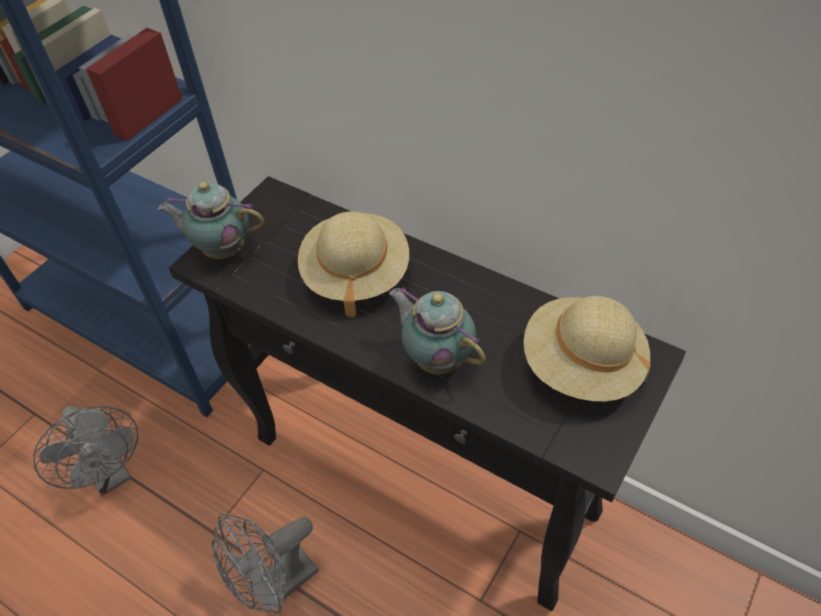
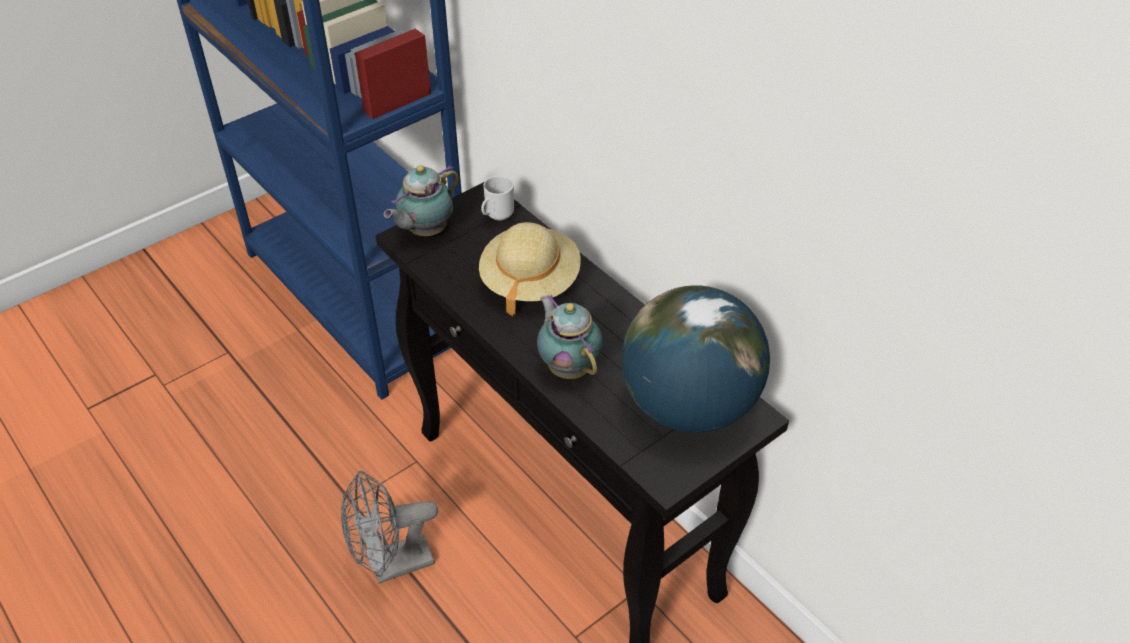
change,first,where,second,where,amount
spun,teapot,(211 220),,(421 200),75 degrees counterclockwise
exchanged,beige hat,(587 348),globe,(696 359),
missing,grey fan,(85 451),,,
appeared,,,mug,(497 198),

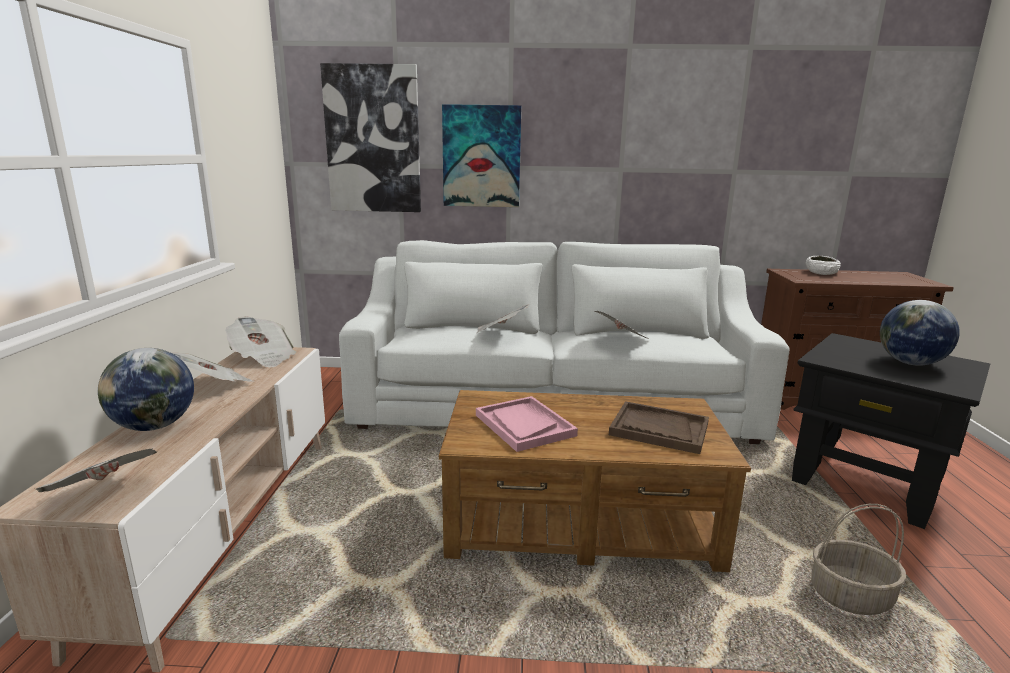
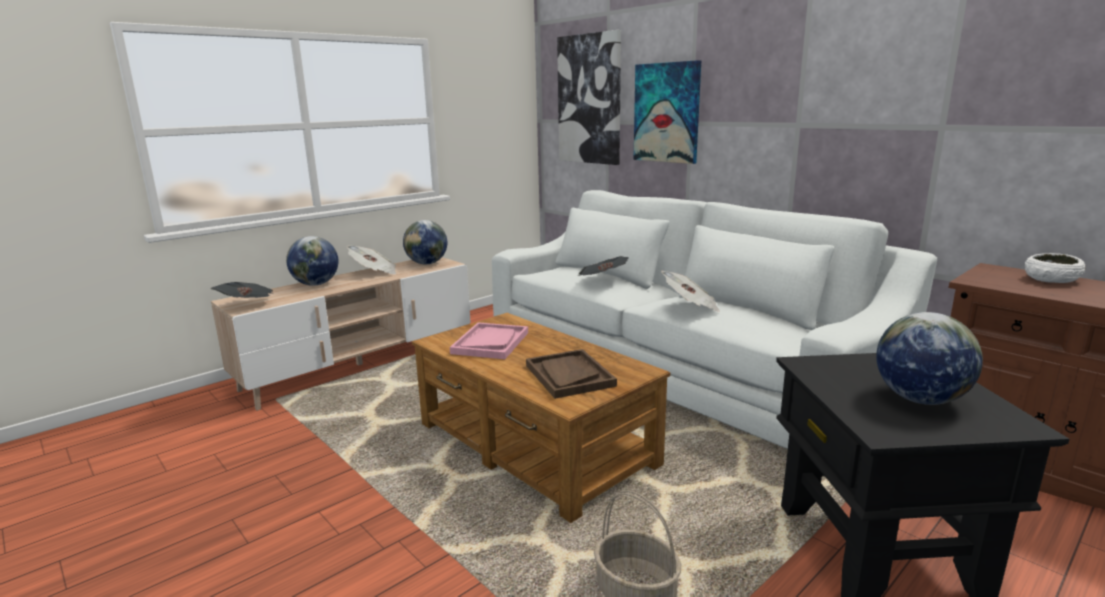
change,first,where,second,where,amount
exchanged,newspaper,(261 342),globe,(425 242),

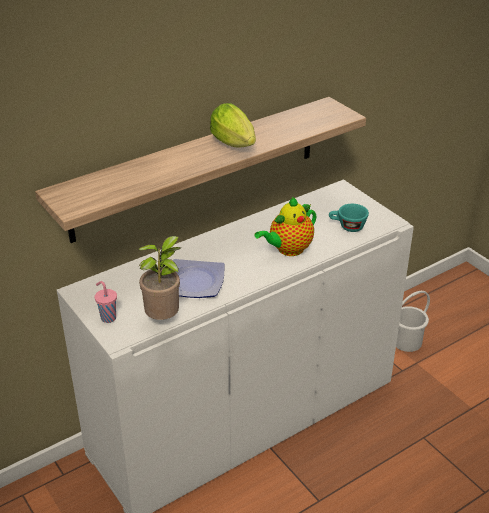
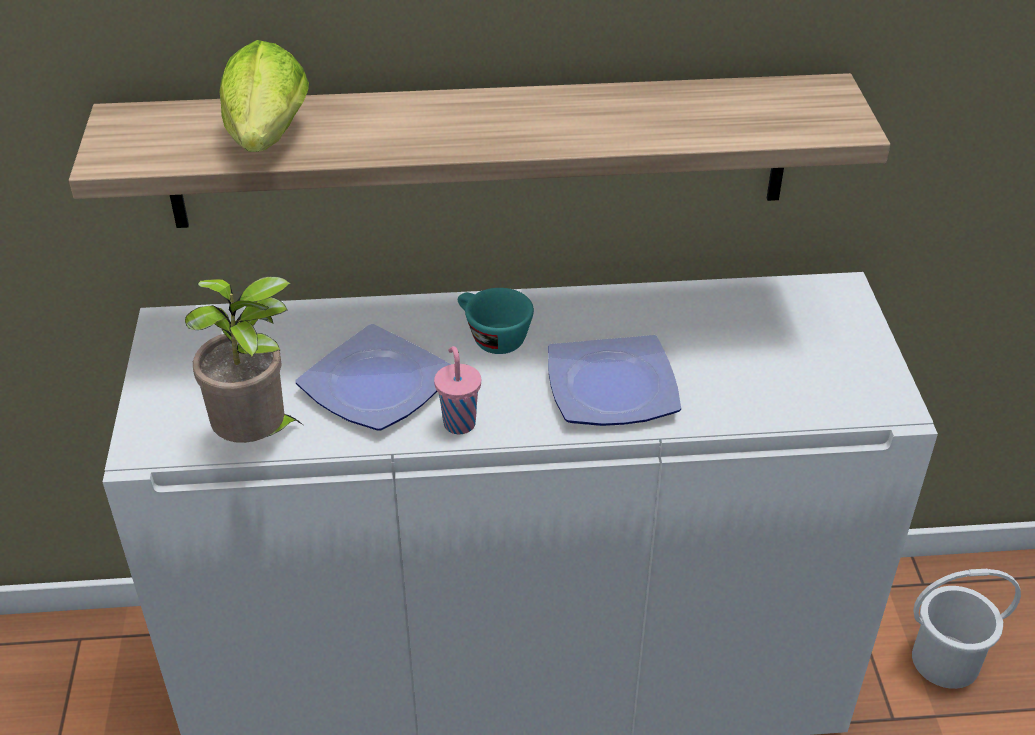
change,first,where,second,where,amount
relocated,lettuce,(233 125),,(264 96),
exchanged,teapot,(285 226),plate,(614 380),
relocated,turquoise cup,(349 218),,(496 321),
relocated,pink cup,(106 302),,(457 390),

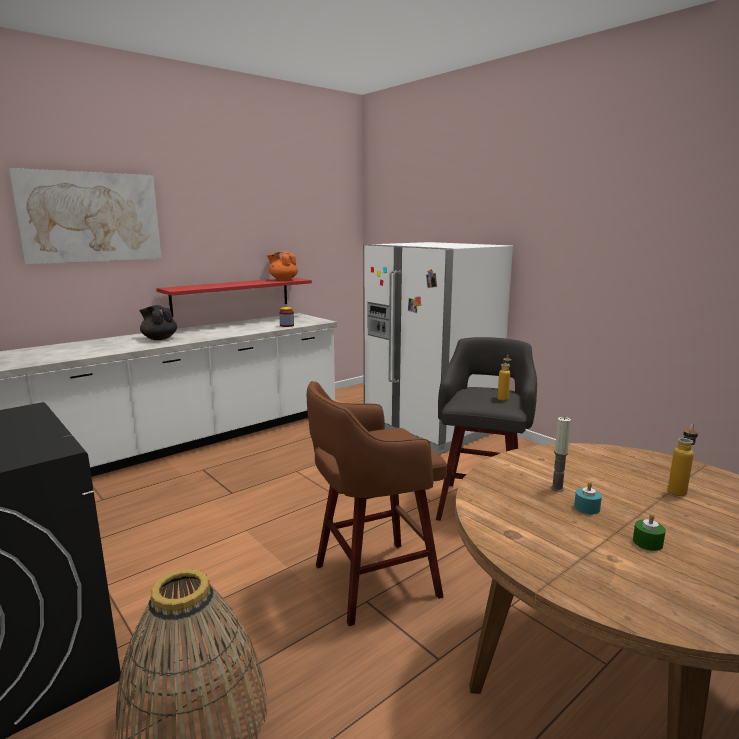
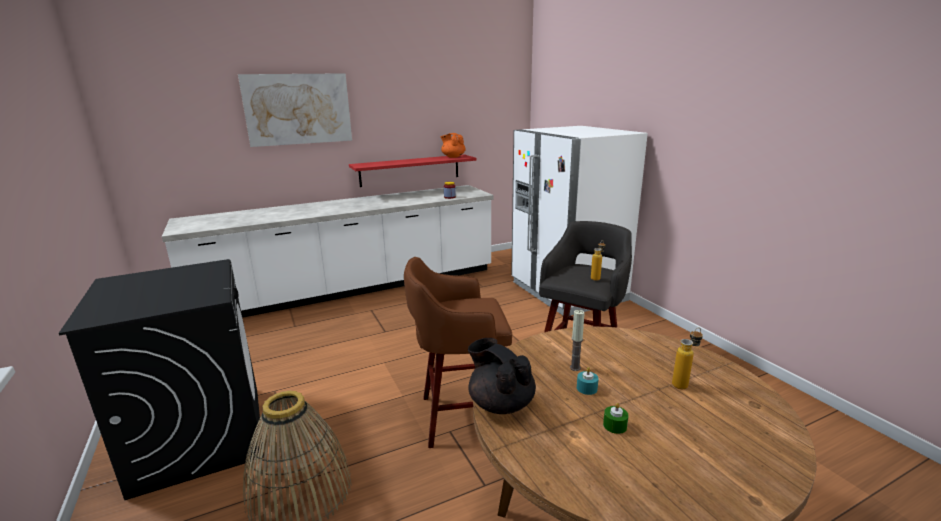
change,first,where,second,where,amount
relocated,black teapot,(158 322),,(502 376),

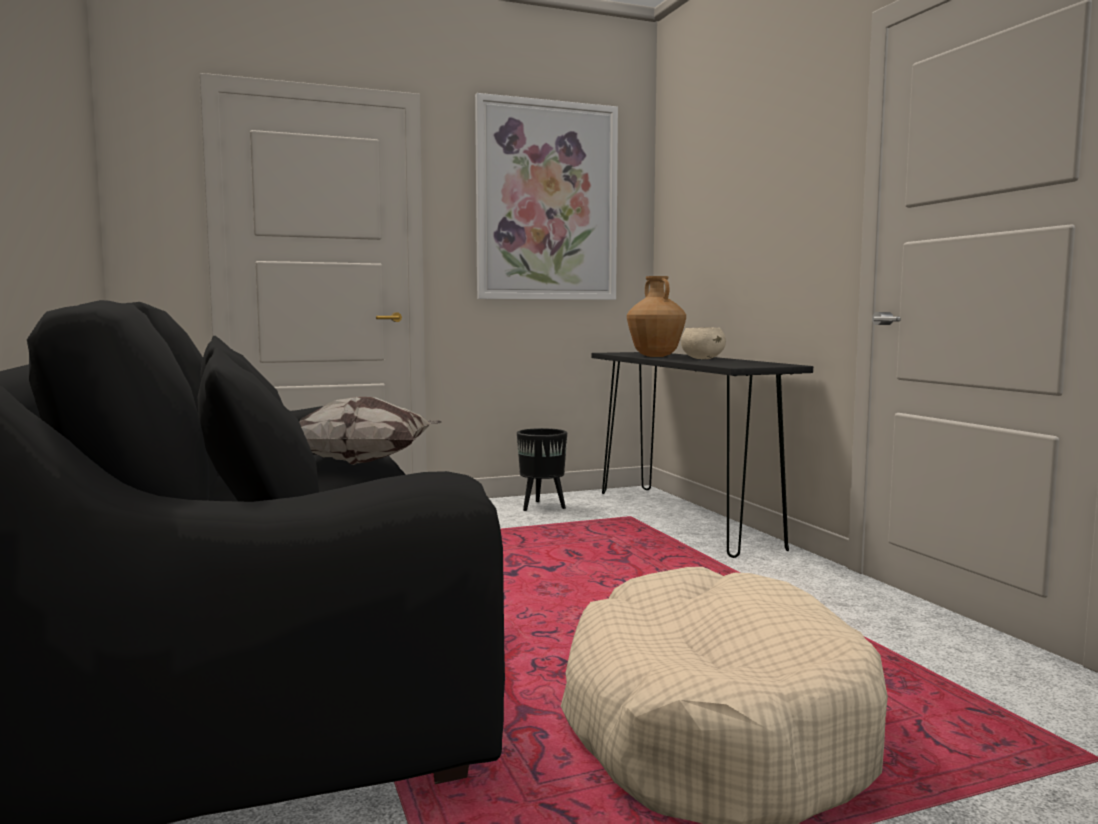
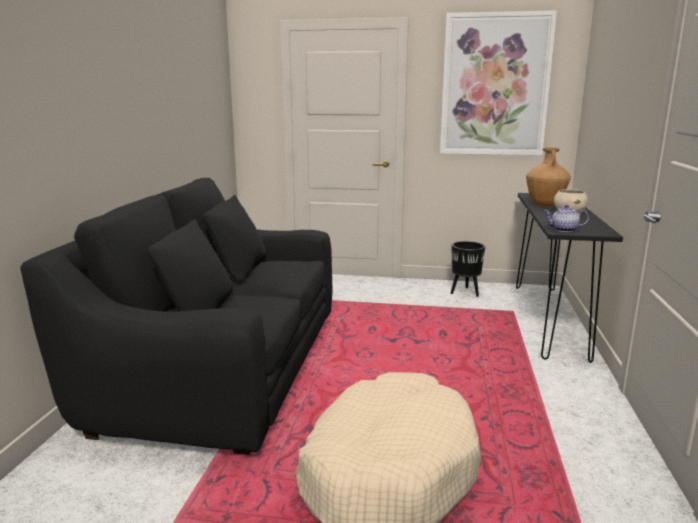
change,first,where,second,where,amount
missing,pillow,(370 431),,,
appeared,,,teapot,(566 218),

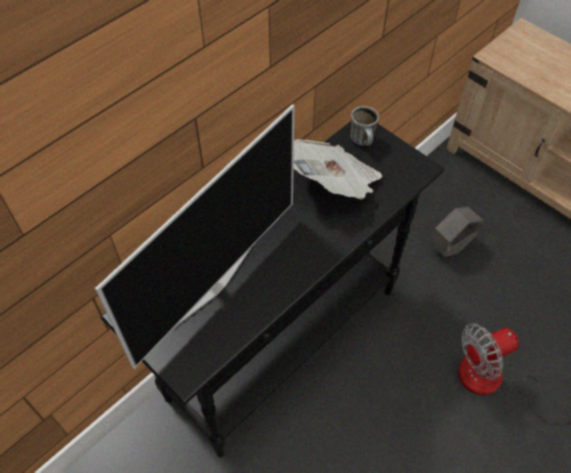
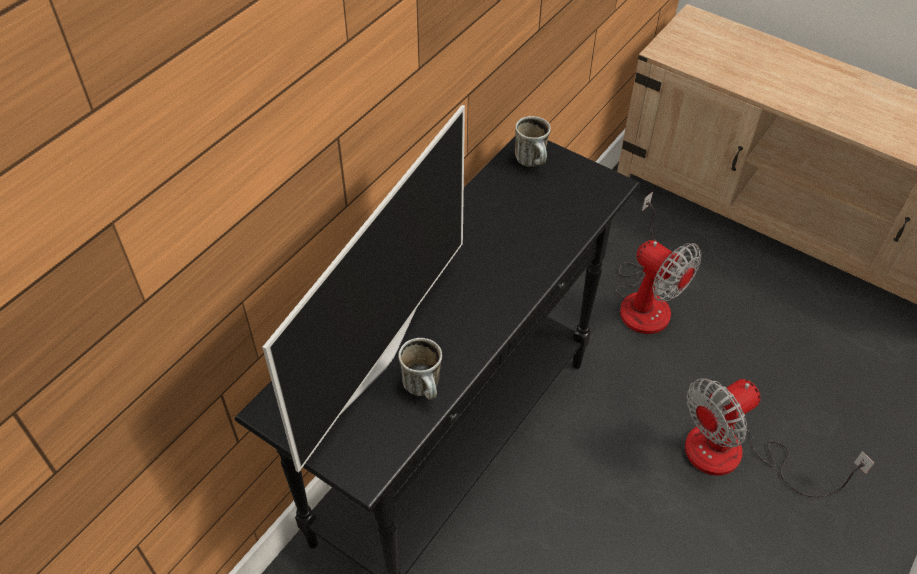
change,first,where,second,where,amount
missing,newspaper,(338 169),,,
exchanged,grey planter,(456 232),fan,(658 263),
appeared,,,mug,(420 369),

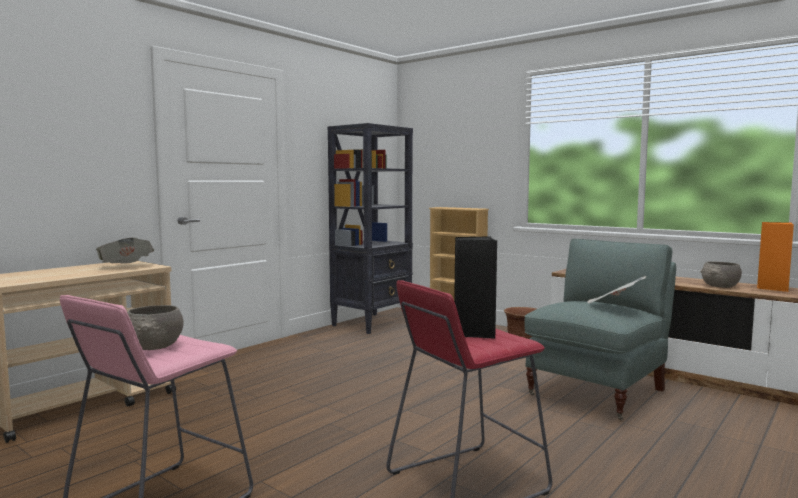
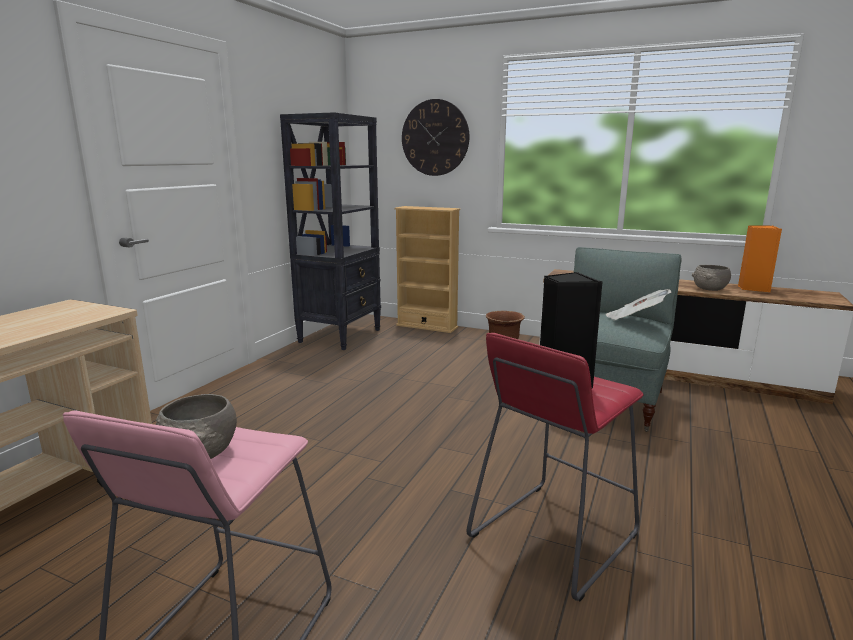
change,first,where,second,where,amount
missing,newspaper,(125 251),,,
appeared,,,wall clock,(435 137),

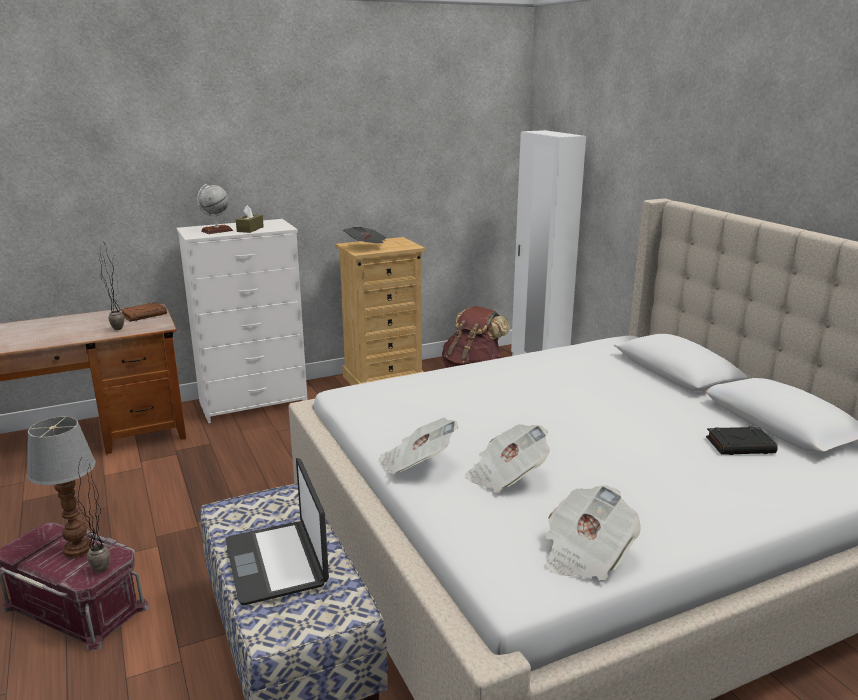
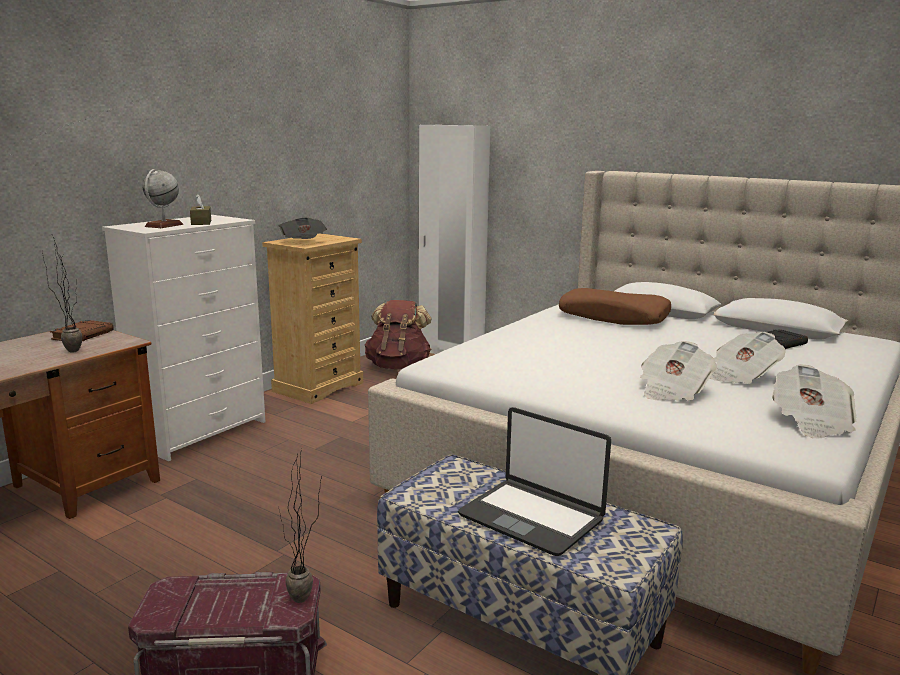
change,first,where,second,where,amount
missing,table lamp,(61 488),,,
relocated,newspaper,(418 446),,(748 358),
appeared,,,brown pillow,(615 306),

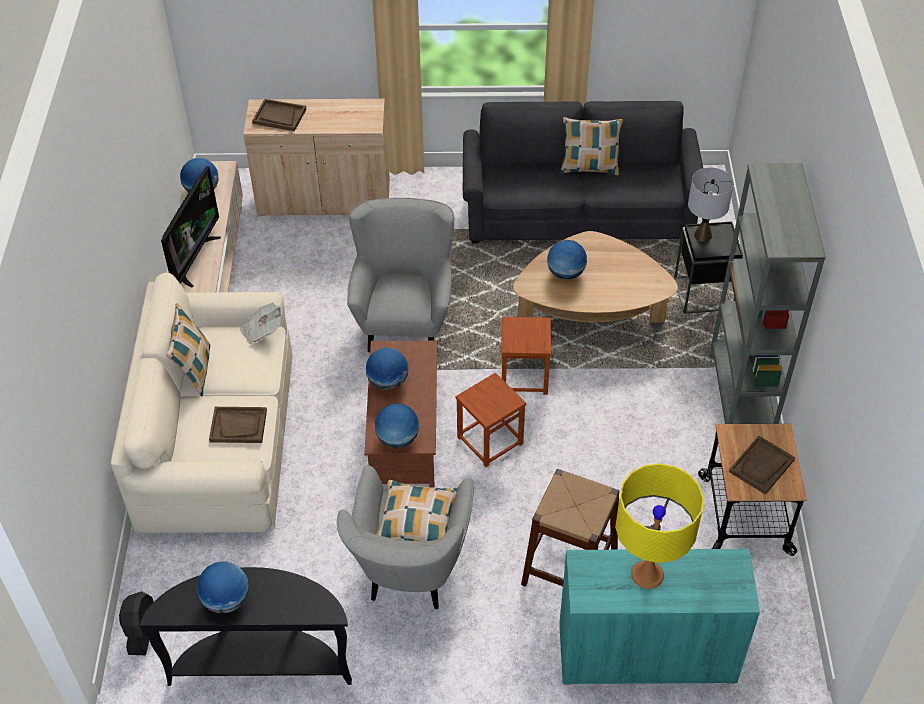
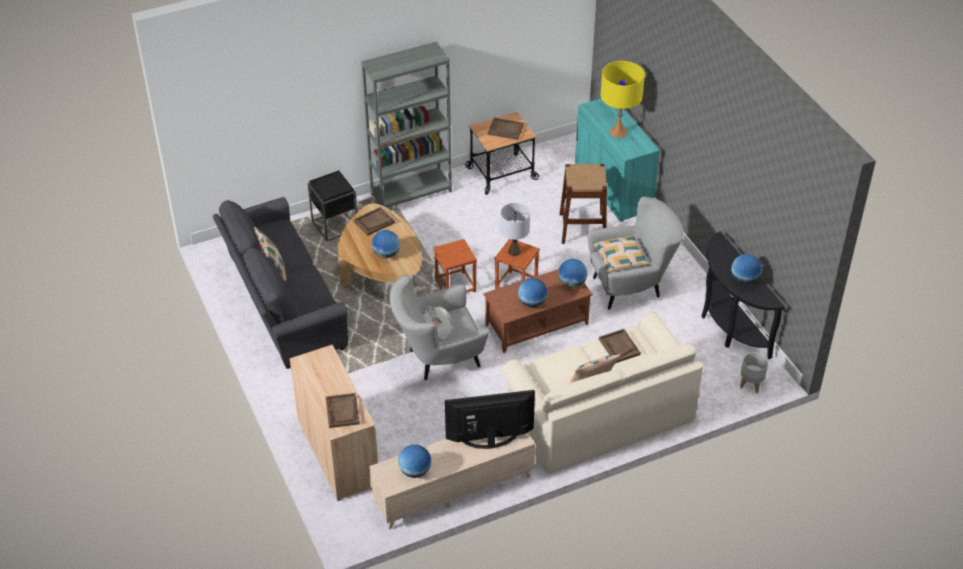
change,first,where,second,where,amount
relocated,grey table lamp,(711 204),,(515 229),
relocated,newspaper,(261 323),,(438 323),
exchanged,black fan,(136 623),grey planter,(754 372),
appeared,,,brown tray,(374 221),

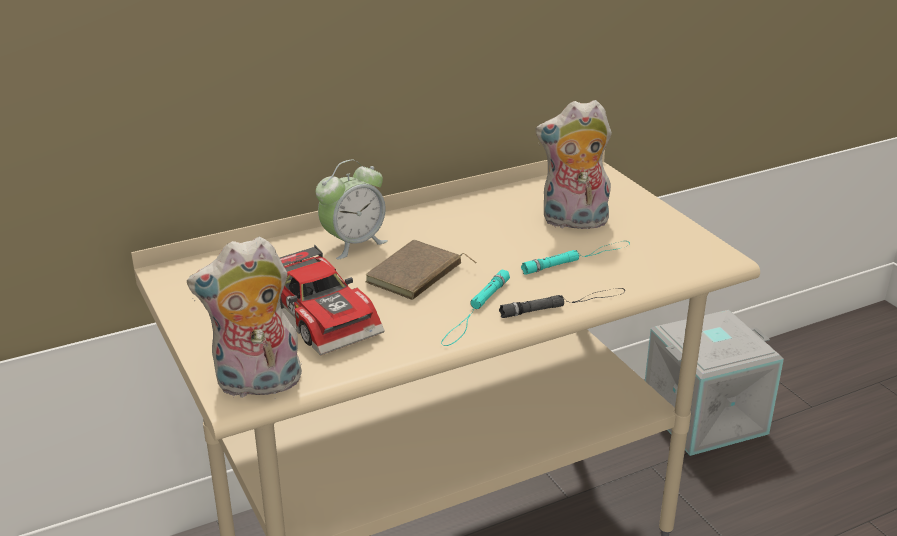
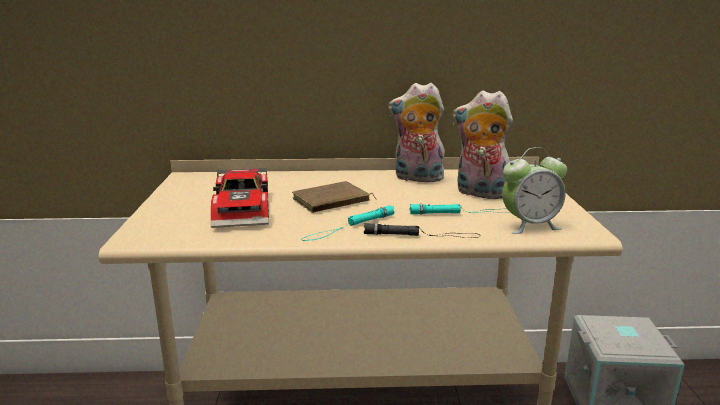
change,first,where,second,where,amount
relocated,alarm clock,(352 209),,(534 190),
relocated,plush toy,(245 317),,(416 132),

